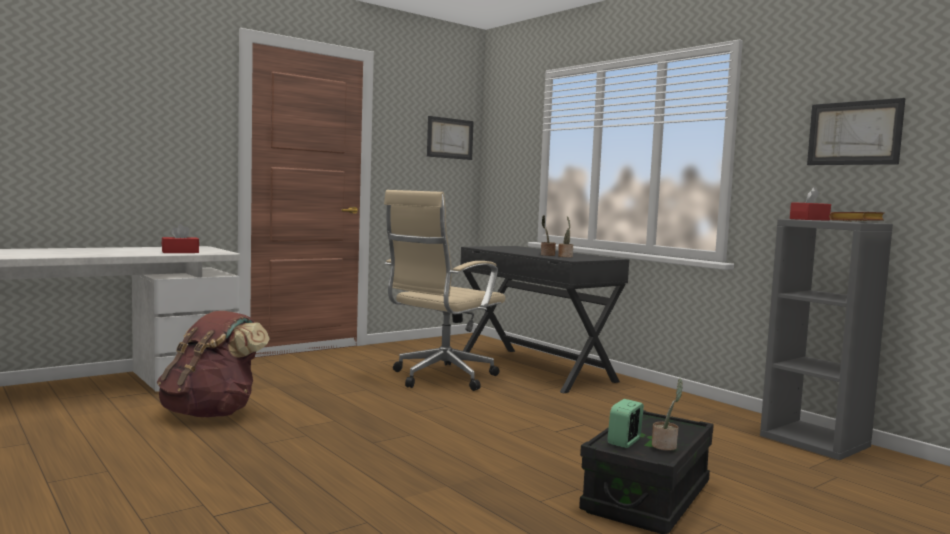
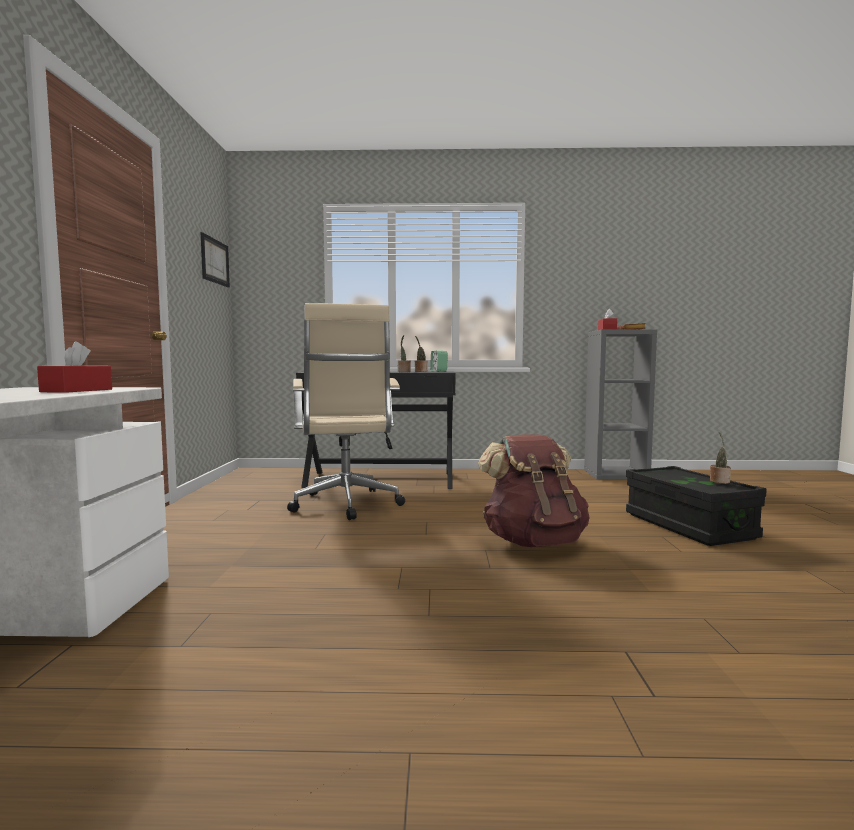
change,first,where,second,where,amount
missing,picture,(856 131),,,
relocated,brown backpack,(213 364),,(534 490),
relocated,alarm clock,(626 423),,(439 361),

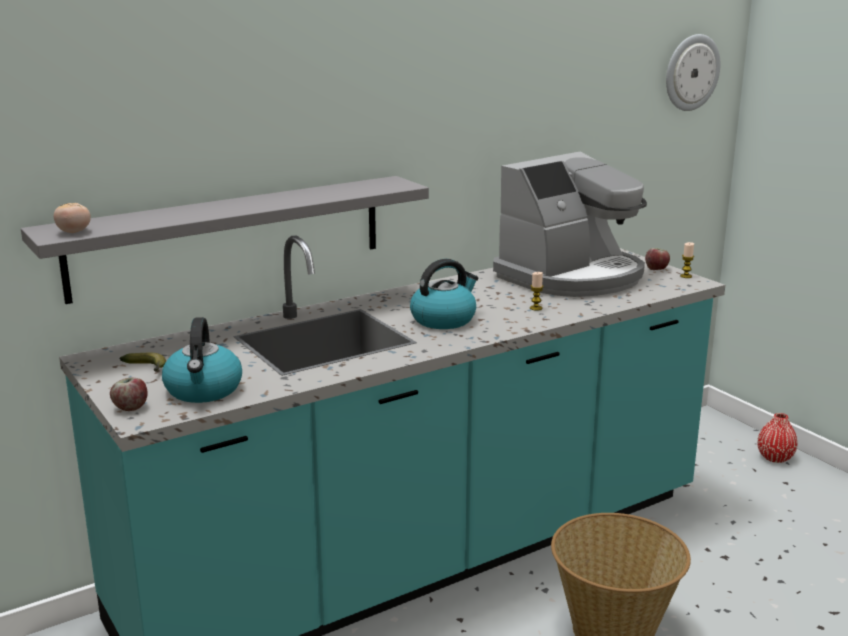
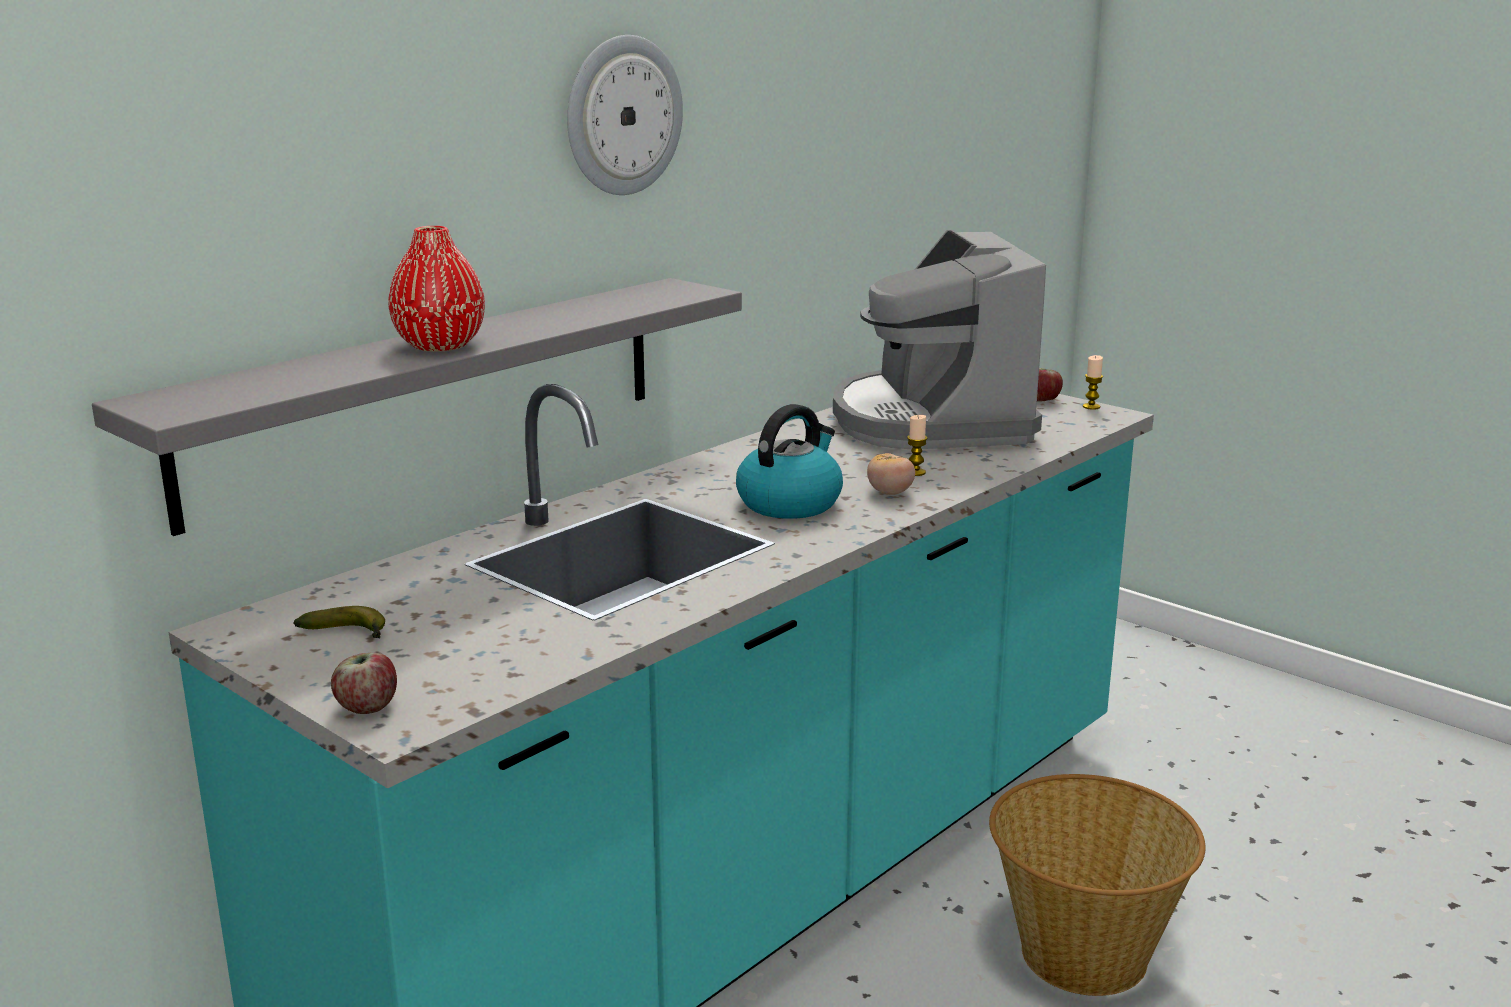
change,first,where,second,where,amount
relocated,wall clock,(693 72),,(625 115),
spun,coffee machine,(570 224),,(939 339),135 degrees clockwise
relocated,tomato,(72 218),,(891 474),
missing,kettle,(202 360),,,
relocated,red vase,(777 438),,(436 289),

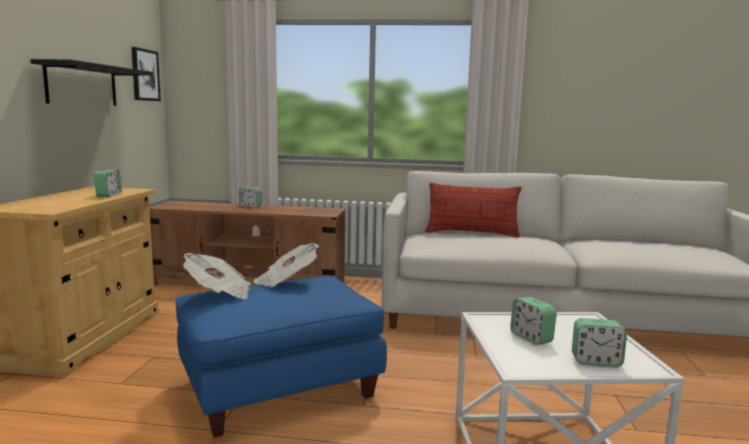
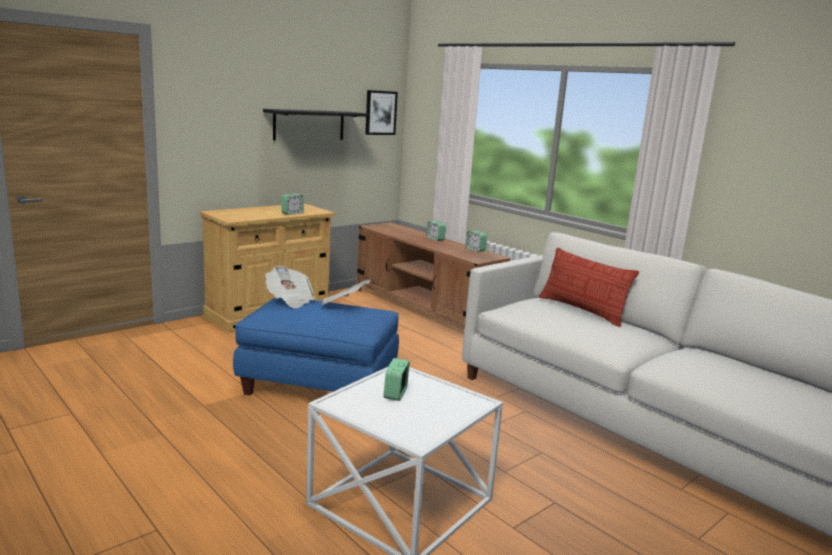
change,first,where,second,where,amount
relocated,alarm clock,(599 343),,(476 241),

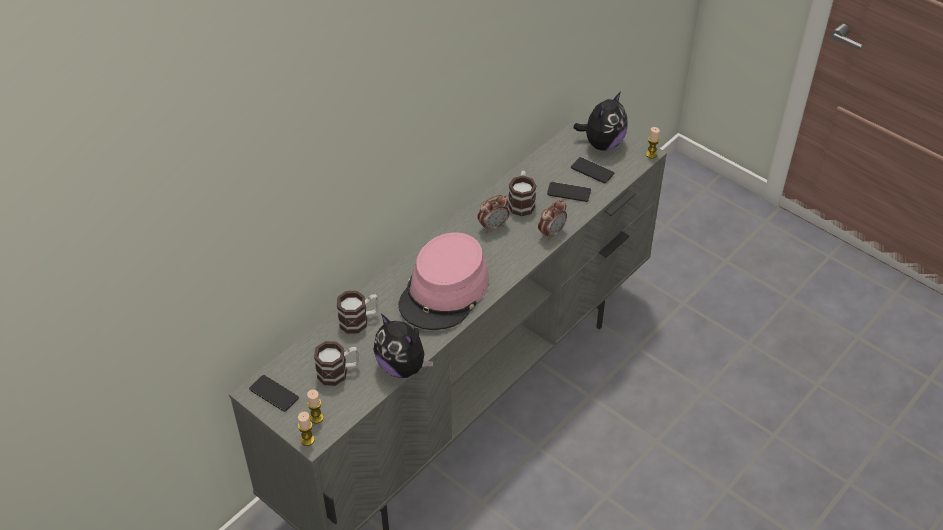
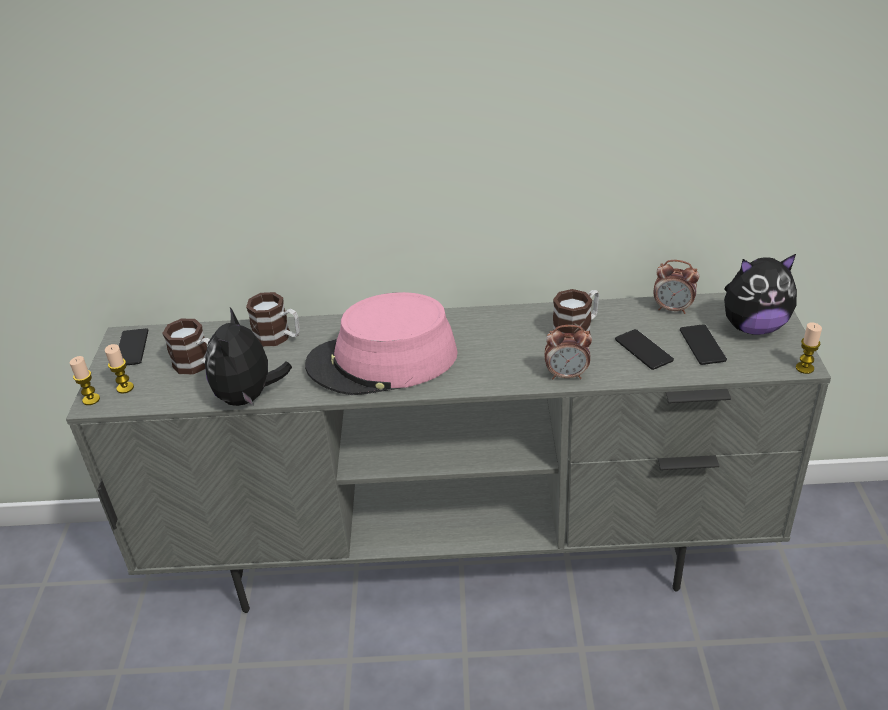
change,first,where,second,where,amount
relocated,alarm clock,(493 214),,(676 287),

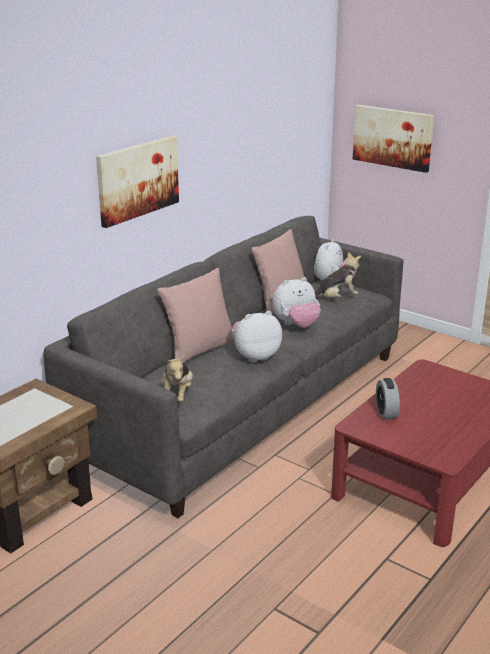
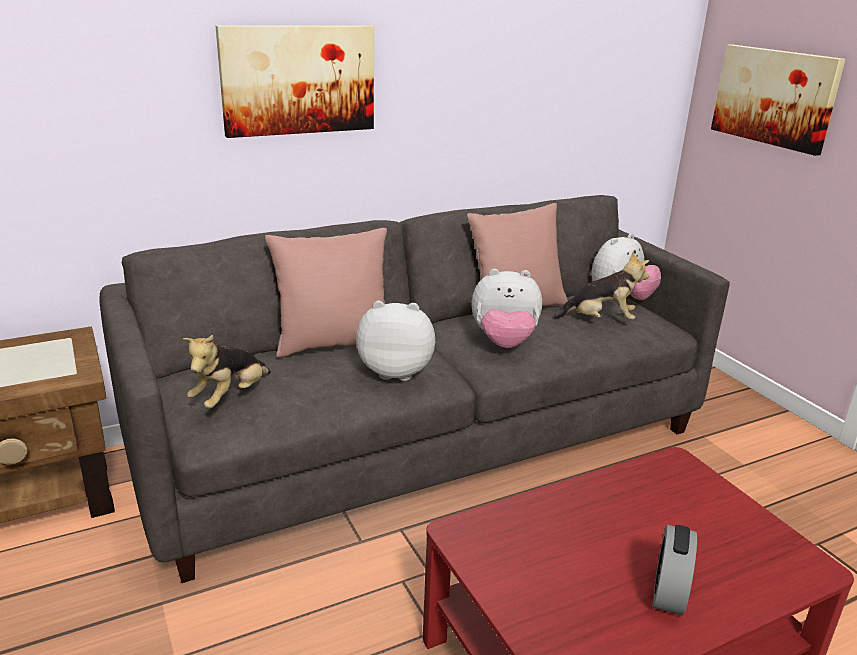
change,first,where,second,where,amount
relocated,alarm clock,(388 399),,(675 570),

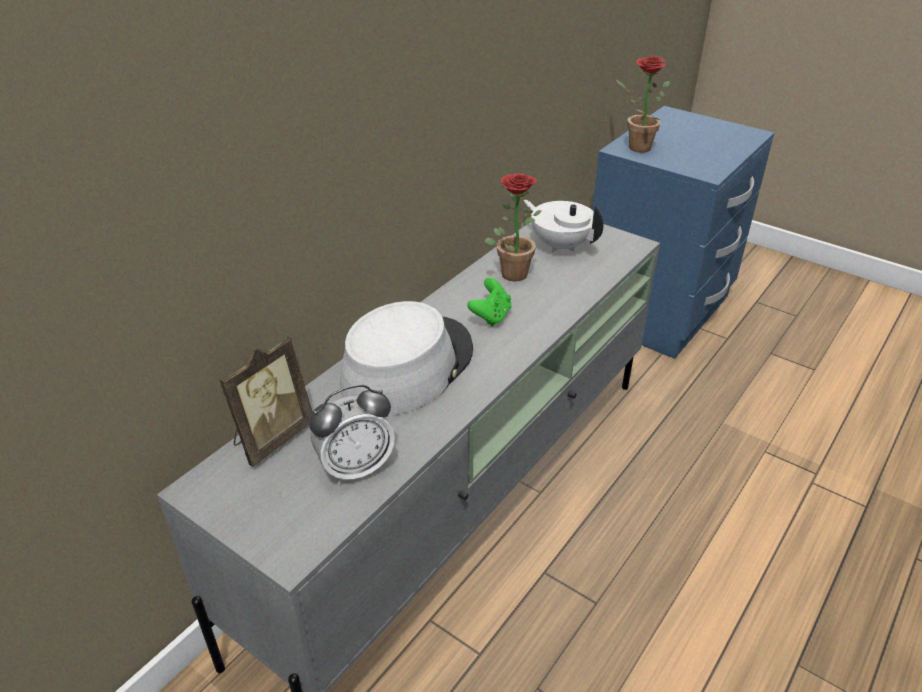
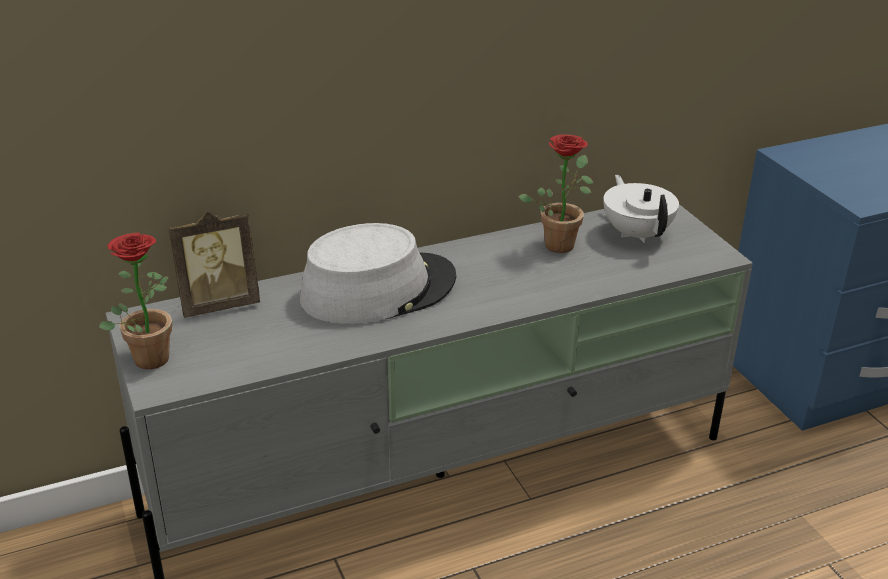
change,first,where,second,where,amount
relocated,potted plant,(643 104),,(135 301),
missing,green game controller,(489 302),,,
missing,alarm clock,(352 434),,,

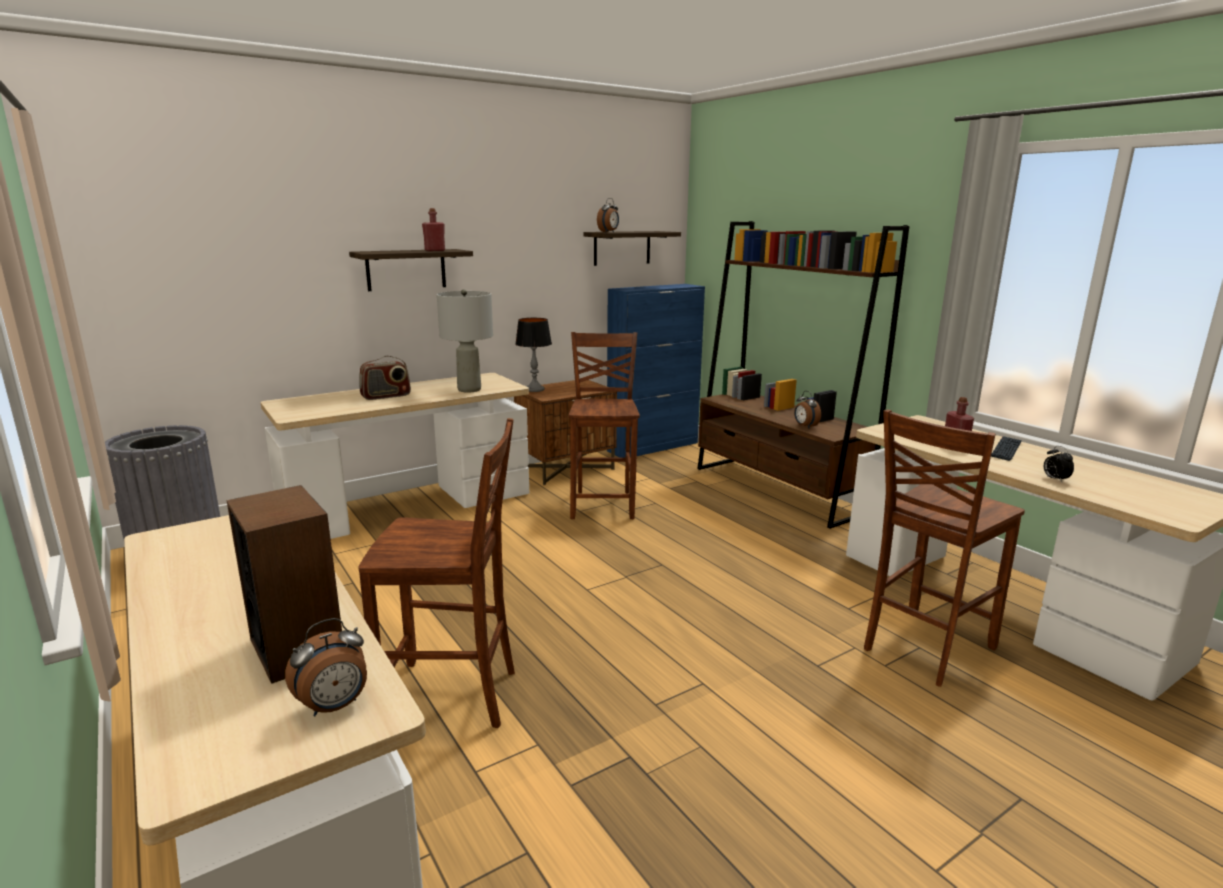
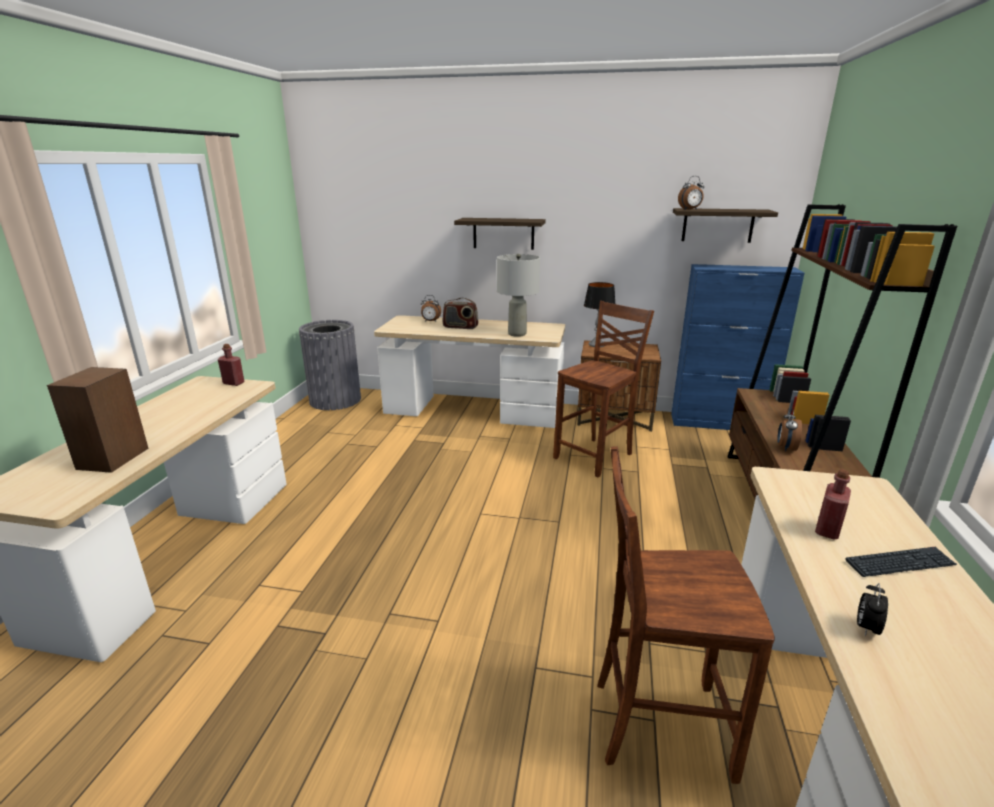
change,first,where,second,where,amount
relocated,red bottle,(433 229),,(231 365),
missing,brown chair,(437 573),,,
relocated,alarm clock,(326 667),,(431 308),

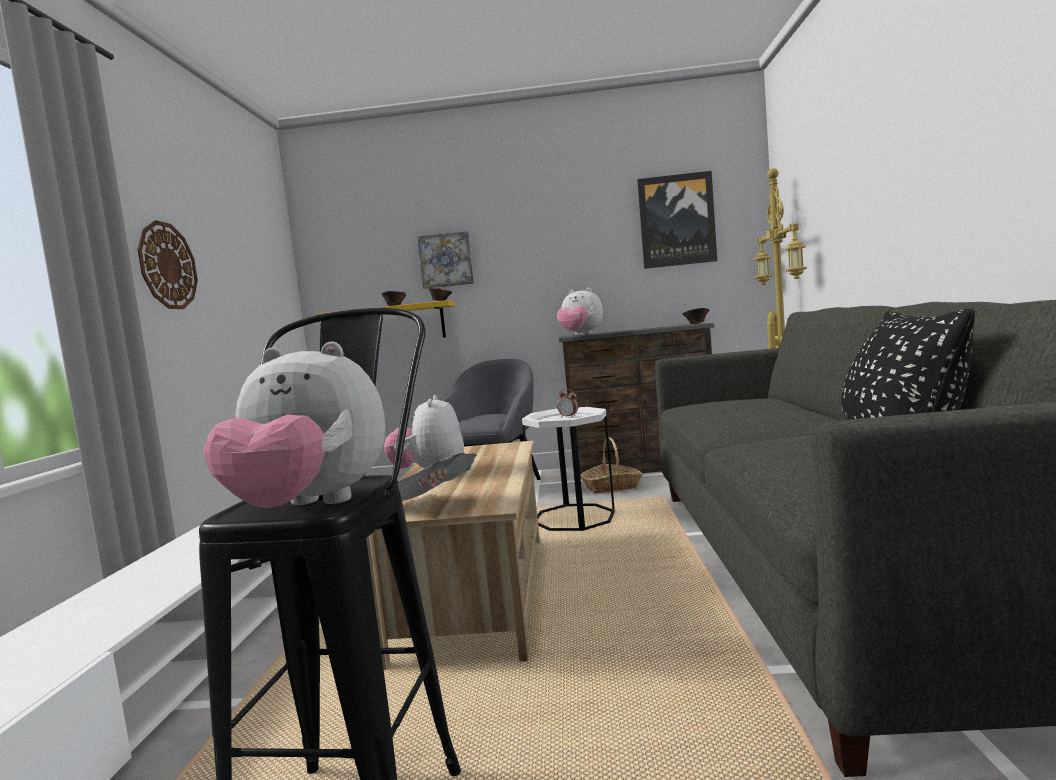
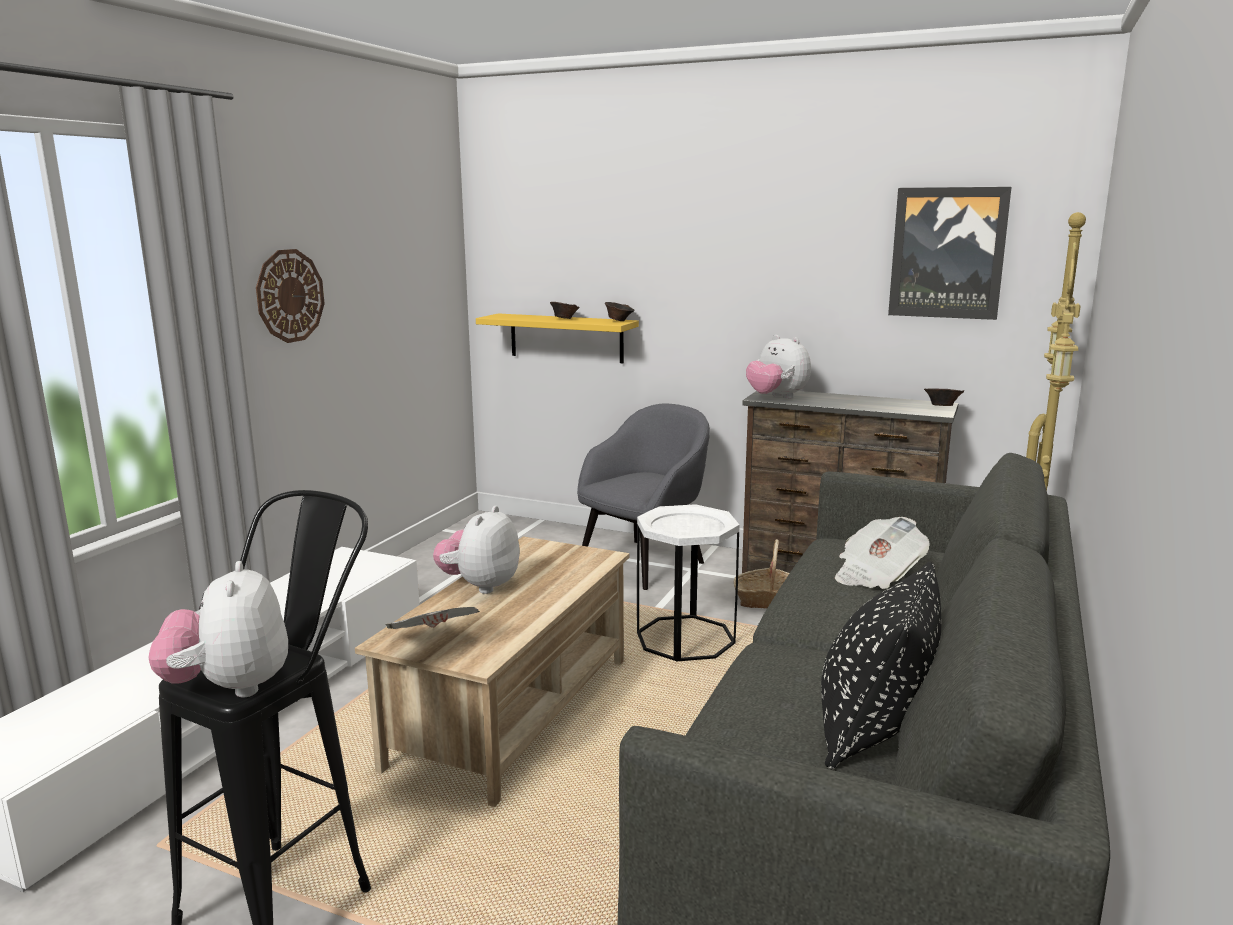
change,first,where,second,where,amount
missing,picture,(445 260),,,
spun,plush toy,(294 425),,(218 629),45 degrees clockwise
missing,alarm clock,(567 403),,,
appeared,,,newspaper,(882 553),

